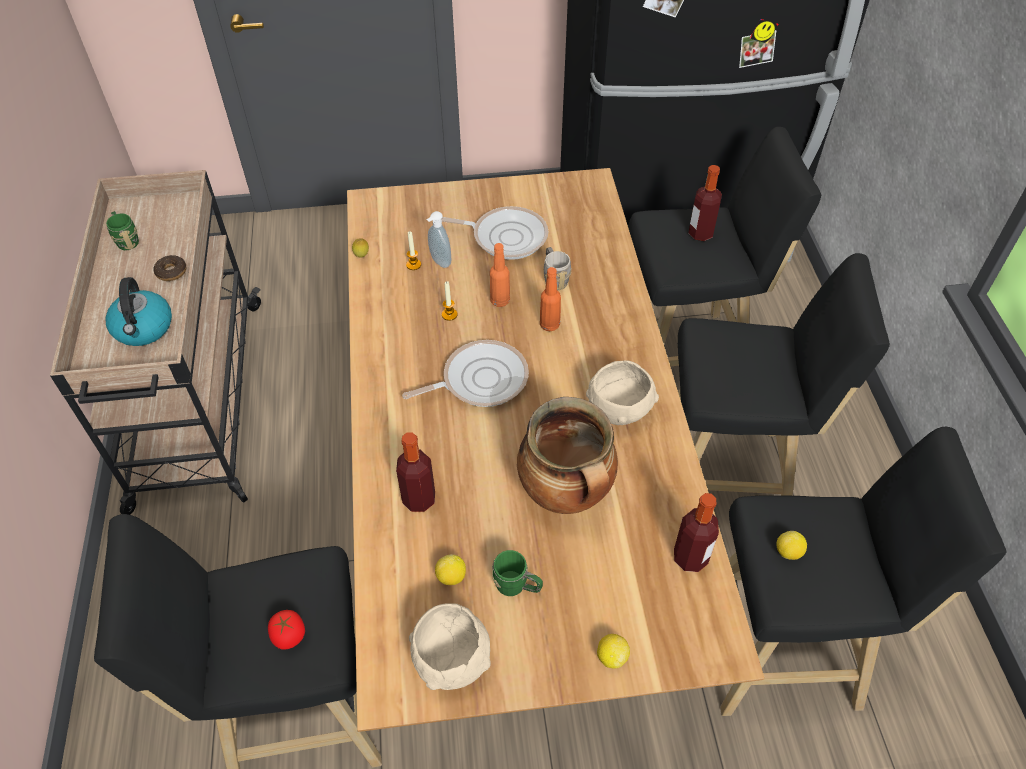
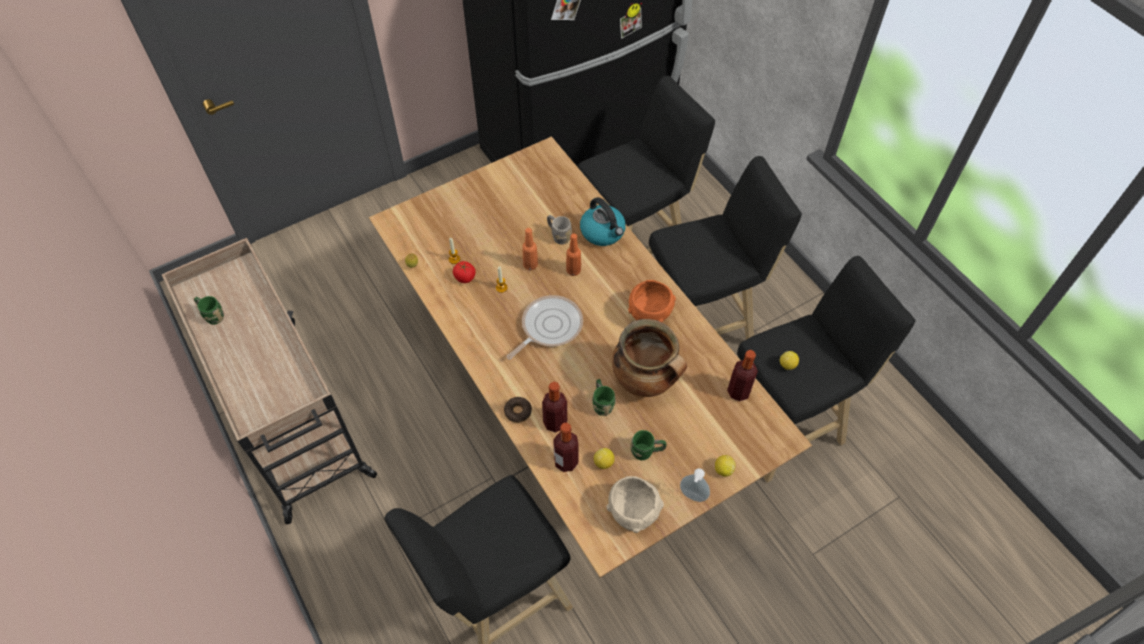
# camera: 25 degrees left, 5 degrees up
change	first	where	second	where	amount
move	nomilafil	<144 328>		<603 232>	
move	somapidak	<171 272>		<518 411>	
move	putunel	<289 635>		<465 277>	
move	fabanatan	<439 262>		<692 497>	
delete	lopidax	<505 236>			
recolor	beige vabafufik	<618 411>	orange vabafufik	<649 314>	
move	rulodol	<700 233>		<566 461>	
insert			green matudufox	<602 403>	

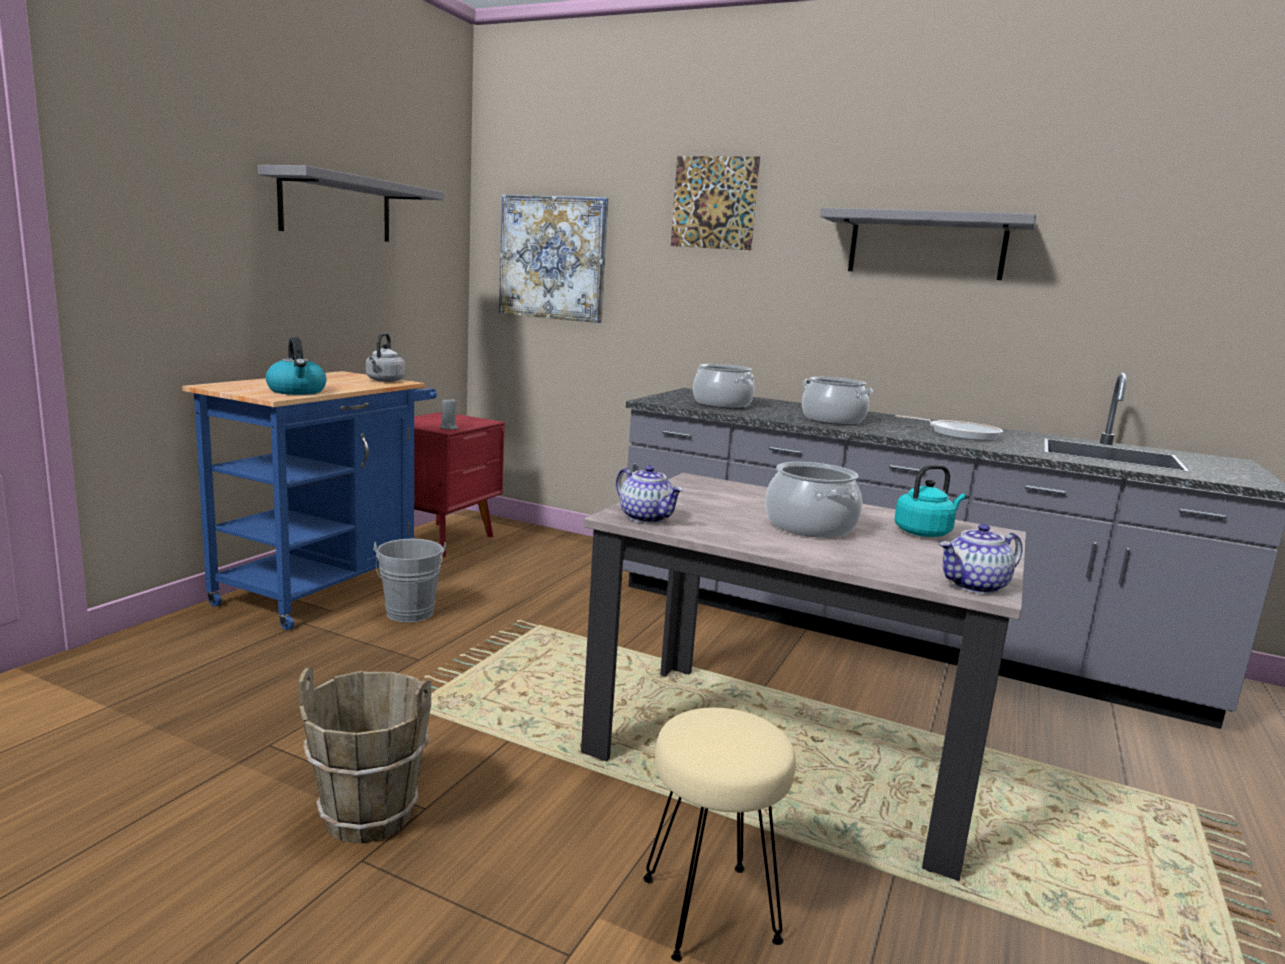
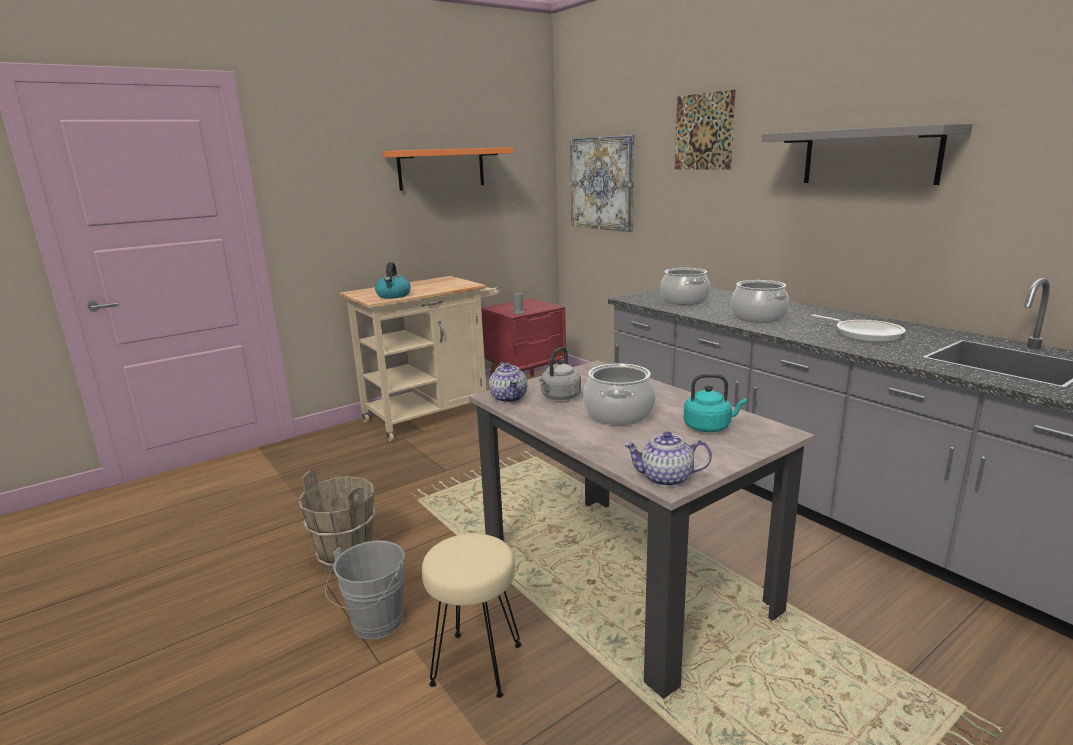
# camera: 30 degrees right, 5 degrees up
change	first	where	second	where	amount
recolor	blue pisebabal	<328 585>	beige pisebabal	<433 414>	
recolor	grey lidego	<336 208>	orange lidego	<441 168>	
move	grey nomilafil	<384 381>		<559 397>	
move	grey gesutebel	<409 615>		<375 626>	

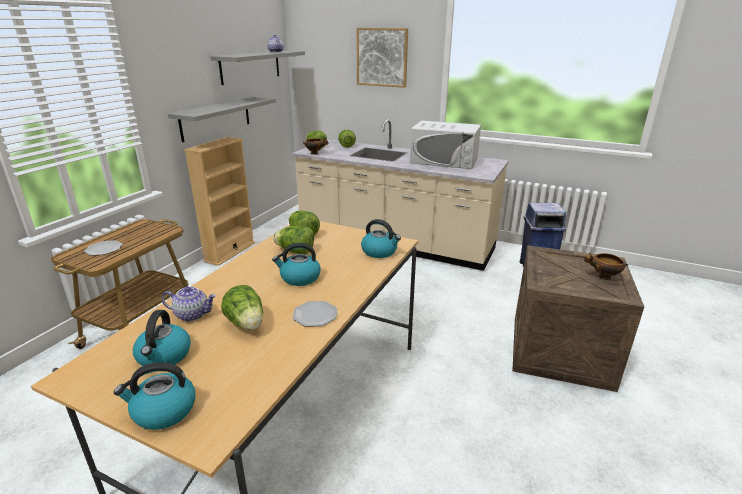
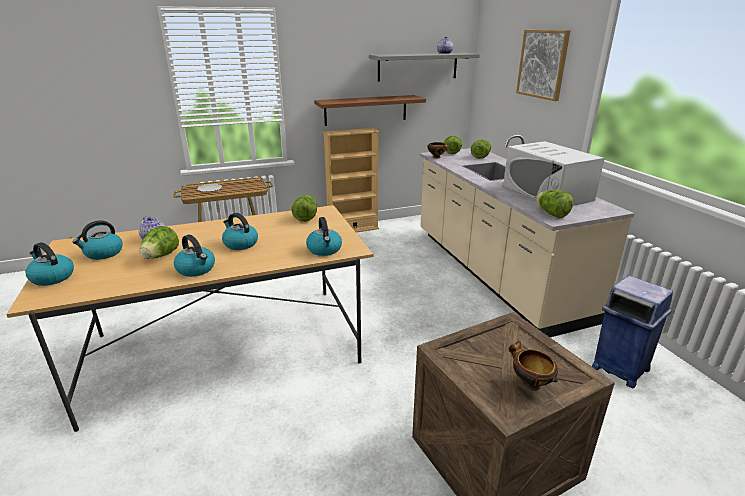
# camera: 45 degrees right, 0 degrees up
change	first	where	second	where	amount
recolor	grey lidego	<216 118>	brown lidego	<366 110>	
move	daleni	<295 252>		<551 214>	
replace	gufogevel	<315 315>	nomilafil	<196 269>	

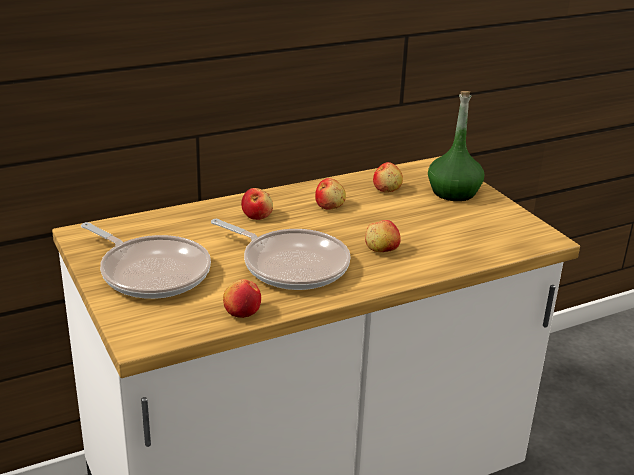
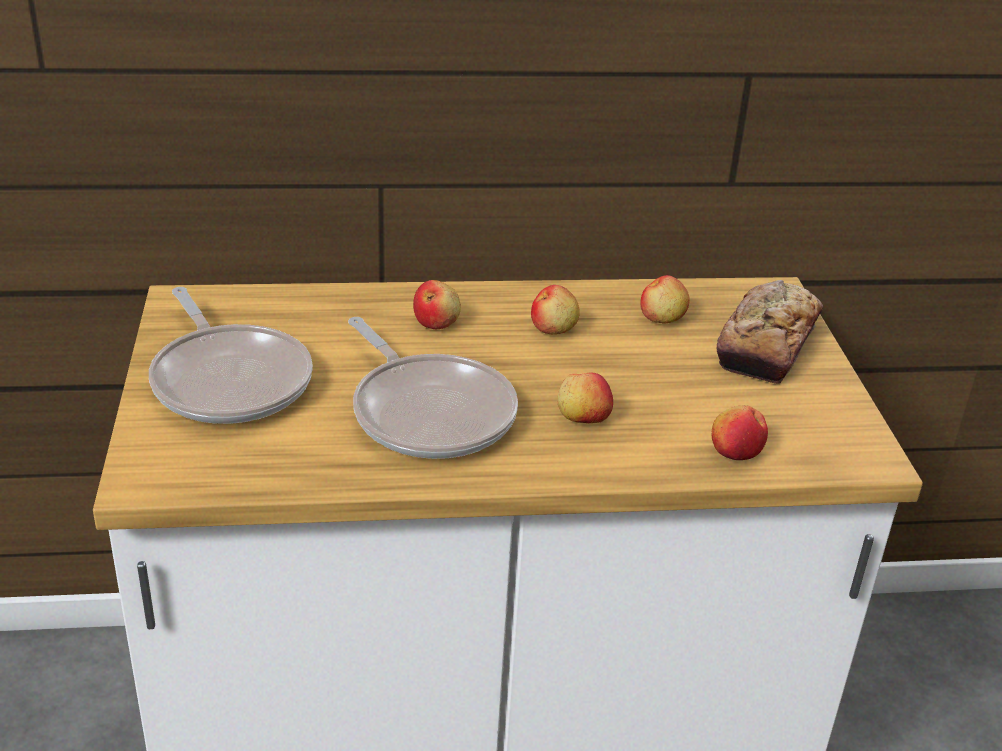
# camera: 20 degrees right, 5 degrees up
change	first	where	second	where	amount
move	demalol	<242 312>		<735 452>	
replace	green rulodol	<453 192>	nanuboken	<767 344>	

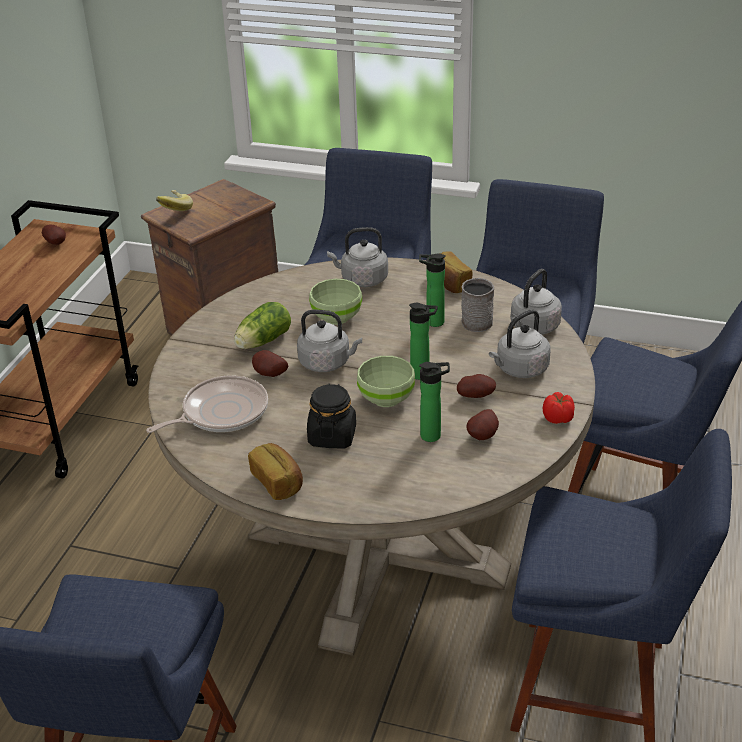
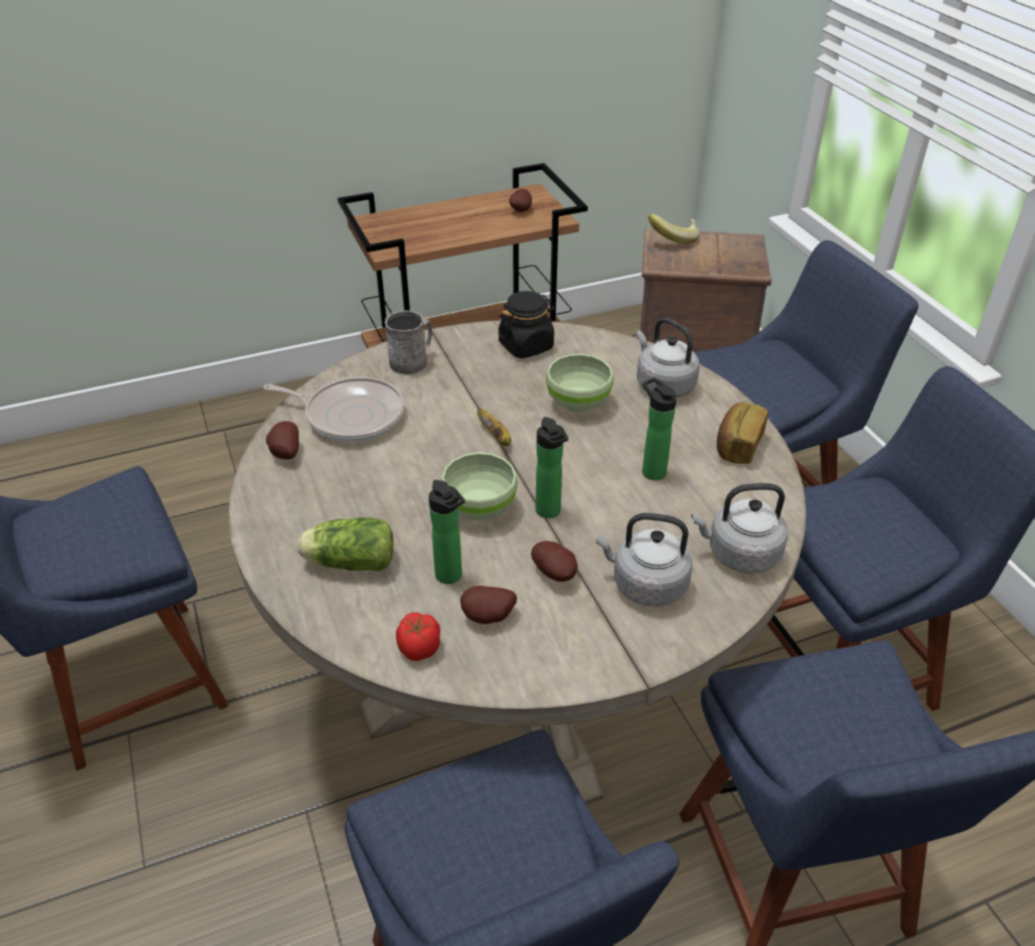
# camera: 50 degrees right, 5 degrees up
change	first	where	second	where	amount
move	daleni	<261 342>		<348 562>	
delete	nanuboken	<278 482>			
move	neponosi	<269 375>		<284 453>	
replace	grey nomilafil	<327 363>	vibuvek	<496 437>	
move	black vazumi	<332 436>		<526 346>	
move	grey matudufox	<476 320>		<412 361>	
move	putunel	<558 419>		<419 649>	

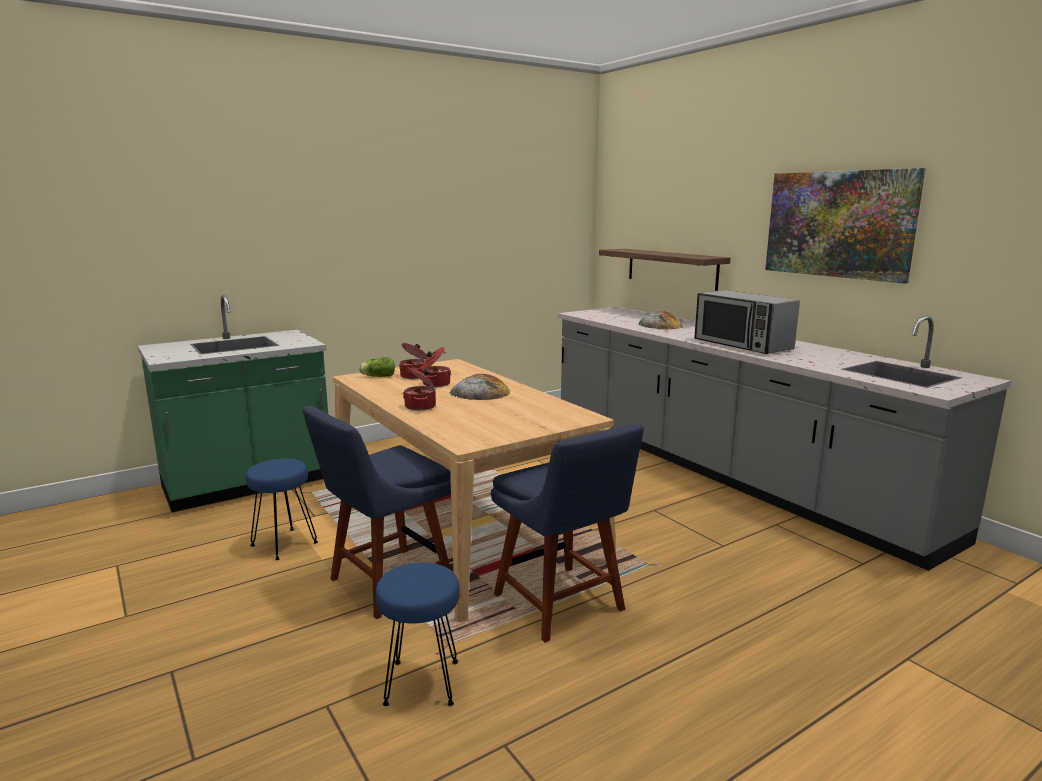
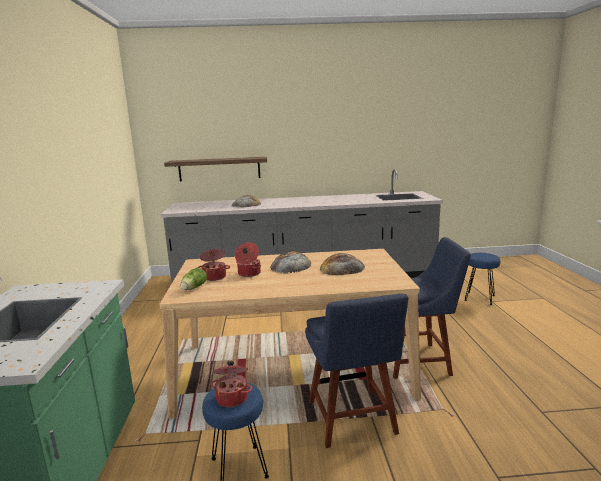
# camera: 60 degrees left, 0 degrees up
change	first	where	second	where	amount
move	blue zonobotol	<422 683>		<480 298>	
move	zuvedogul	<421 406>		<232 398>	
delete	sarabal	<742 345>			
delete	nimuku	<838 224>			
insert			nanuboken	<342 268>	

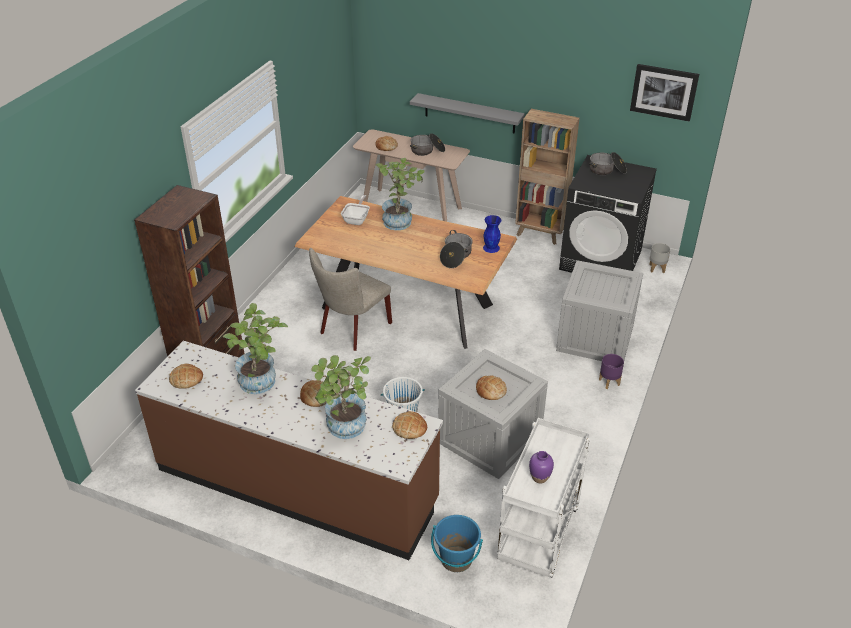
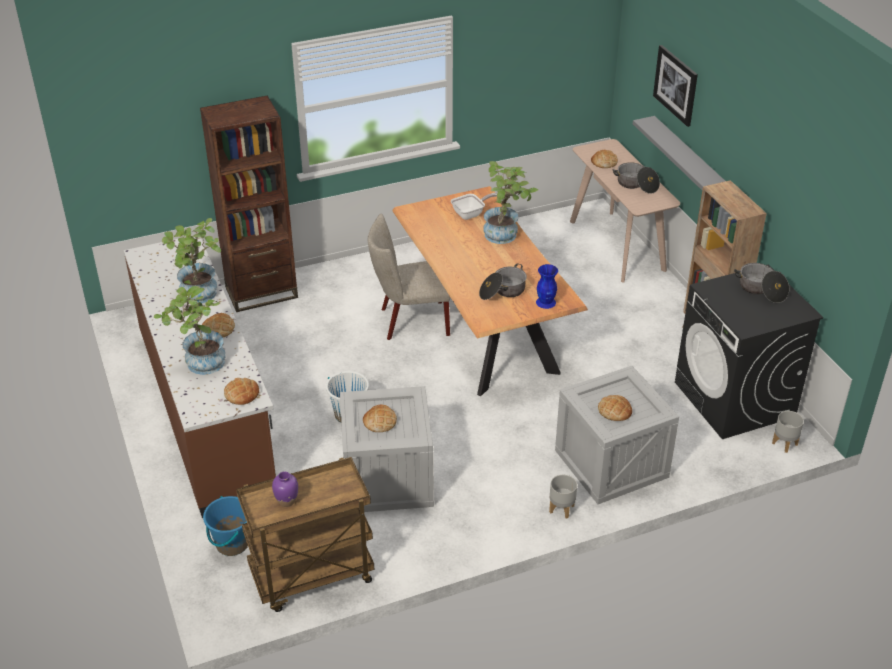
# camera: 45 degrees right, 0 degrees up
change	first	where	second	where	amount
move	nanuboken	<186 378>		<615 411>	
recolor	white pisebabal	<539 537>	brown pisebabal	<311 577>	
recolor	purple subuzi	<609 382>	grey subuzi	<561 508>	
move	nimuku	<664 92>		<676 85>	

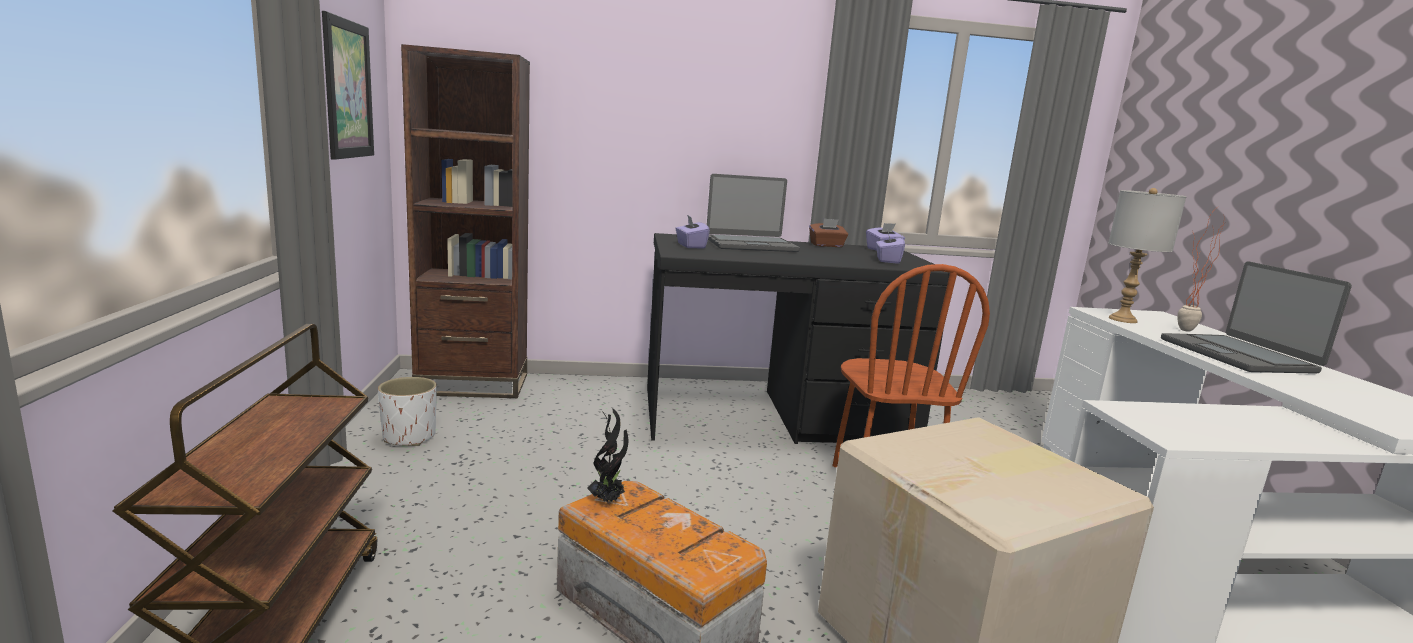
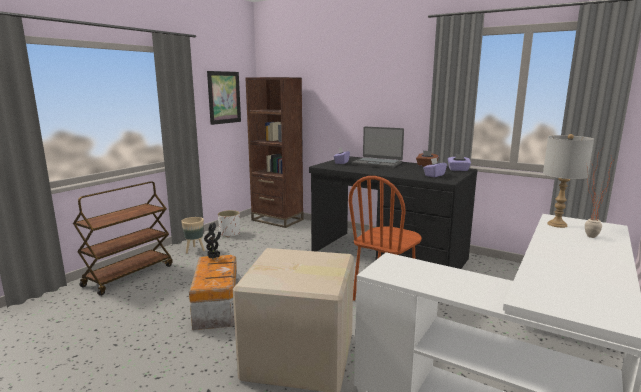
# camera: 40 degrees right, 0 degrees up
change	first	where	second	where	amount
delete	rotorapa	<1237 355>			
insert			beige subuzi	<195 250>	

